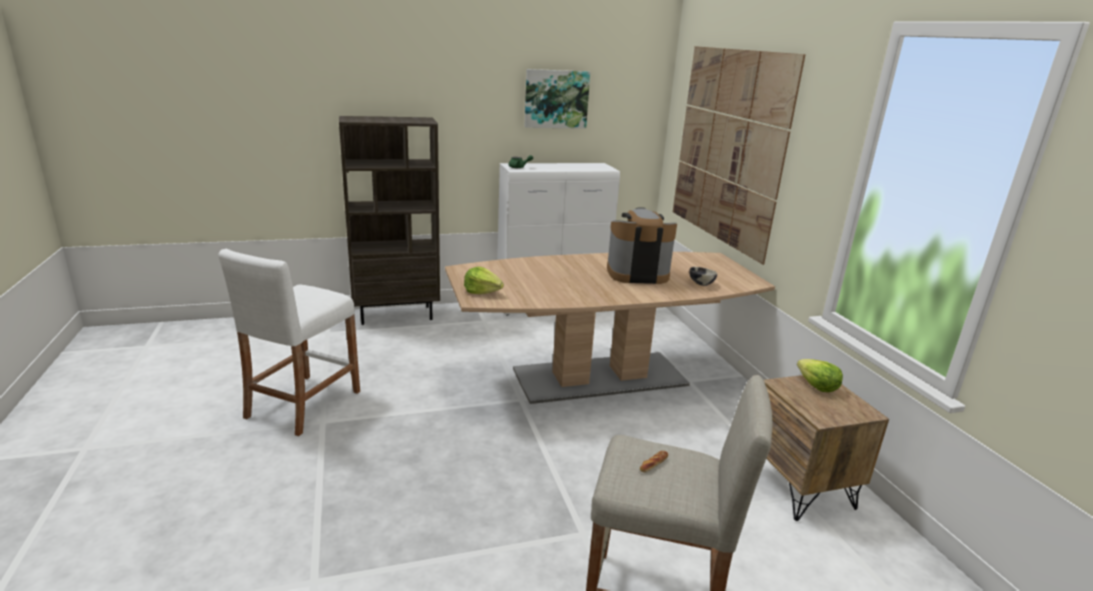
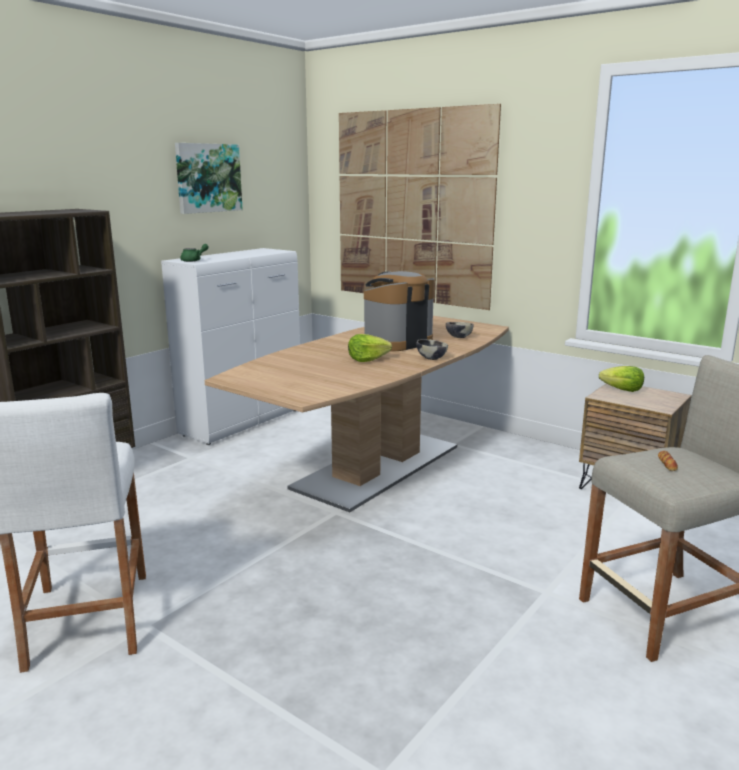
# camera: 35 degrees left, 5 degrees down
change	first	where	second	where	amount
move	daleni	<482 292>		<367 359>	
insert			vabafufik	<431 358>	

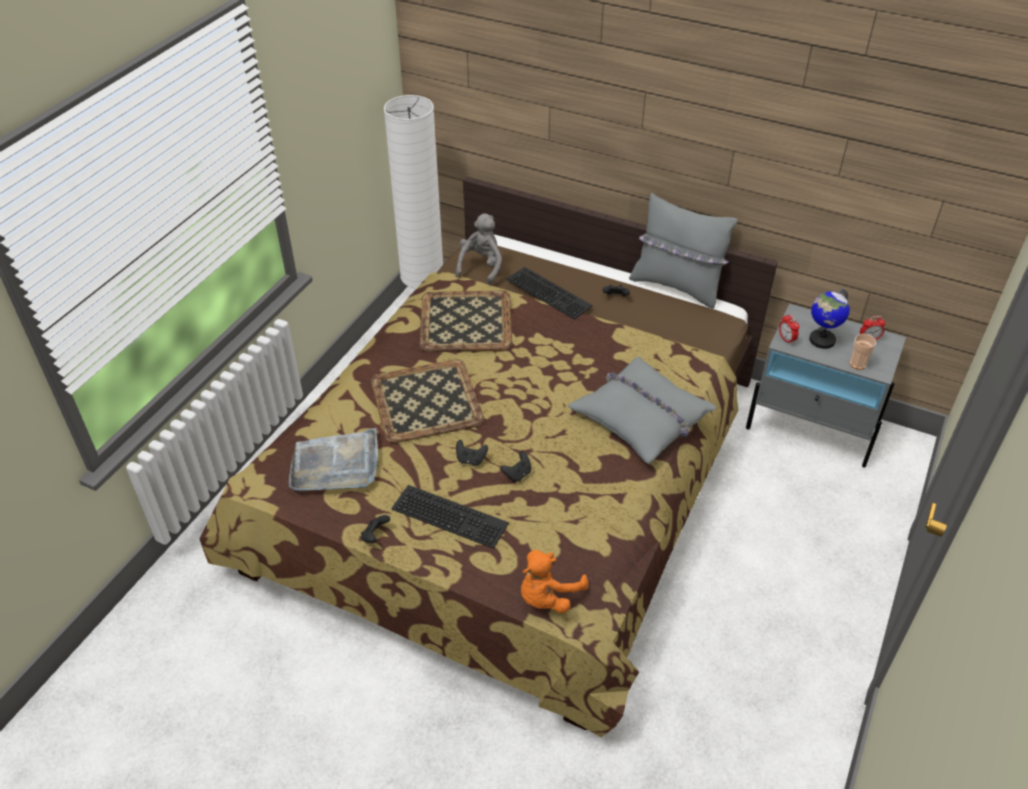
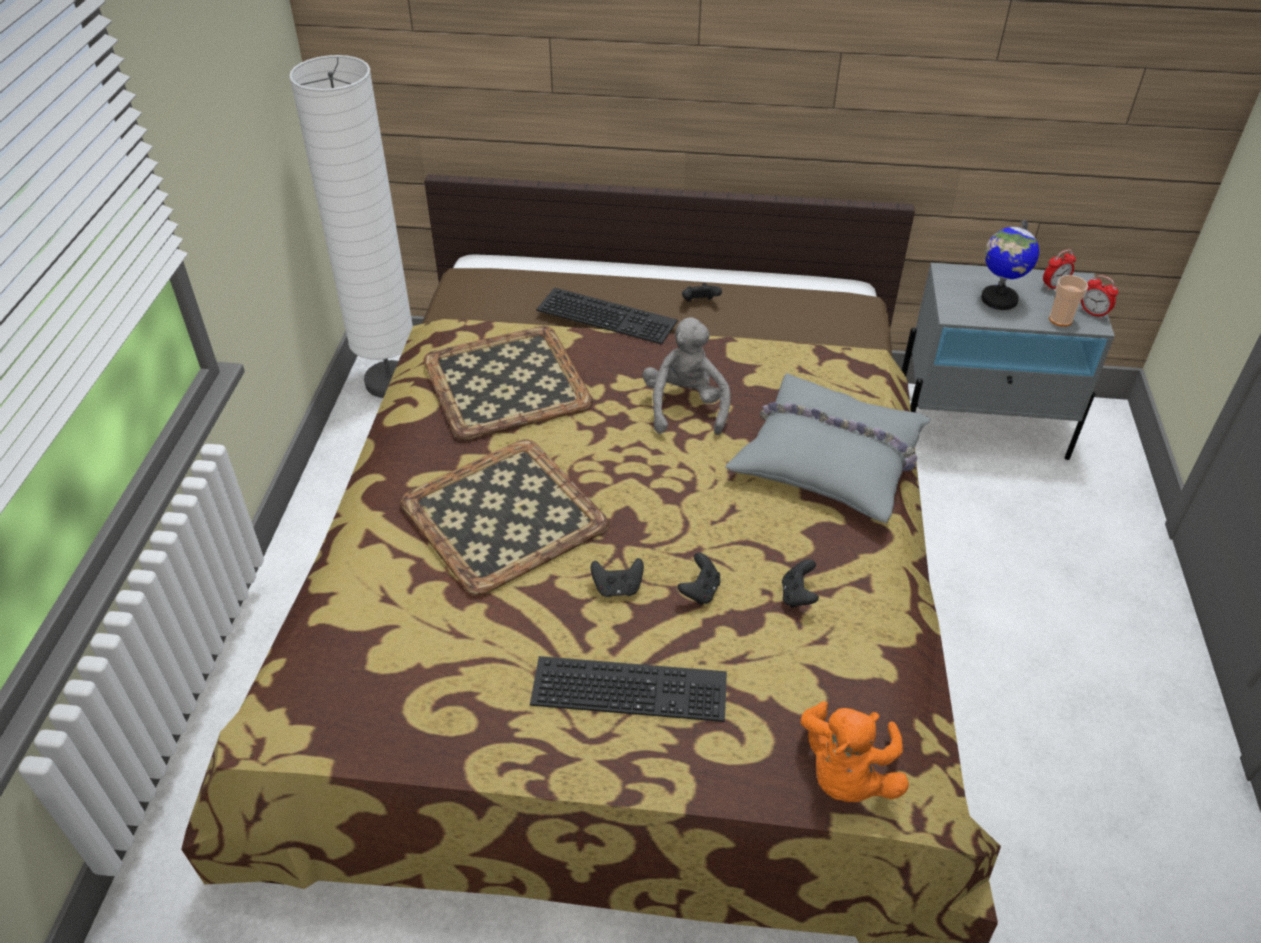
# camera: 20 degrees left, 0 degrees up
change	first	where	second	where	amount
delete	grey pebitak	<336 465>			
move	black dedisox	<375 536>		<797 595>	
move	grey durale	<481 266>		<685 407>	
delete	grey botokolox	<677 286>			
move	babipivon	<786 339>		<1093 313>	

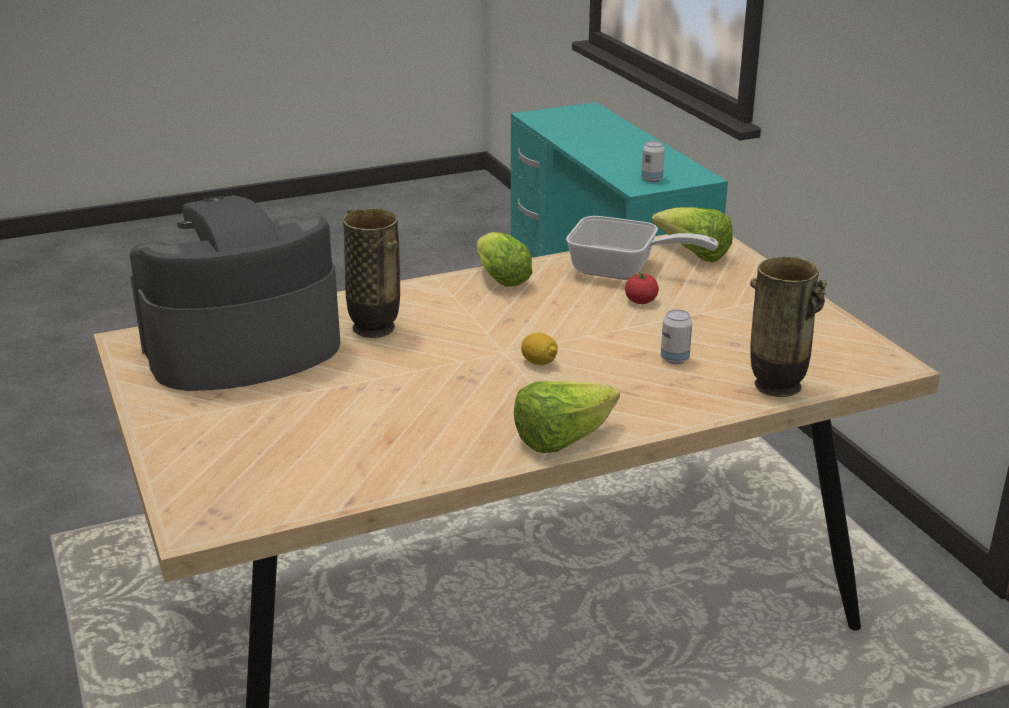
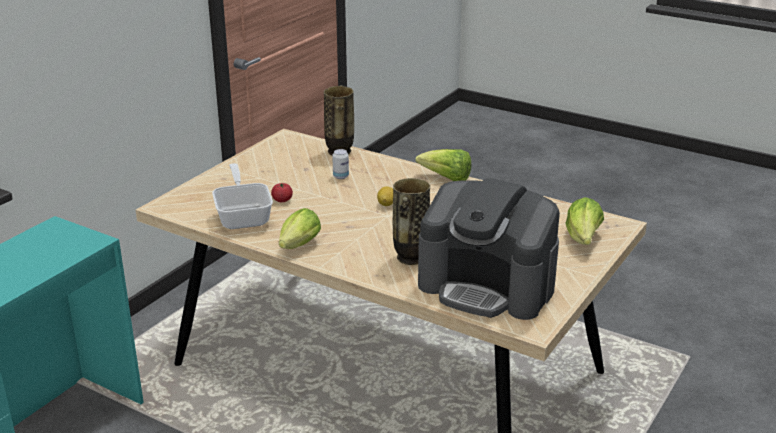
# camera: 125 degrees left, 0 degrees up
change	first	where	second	where	amount
delete	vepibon	<651 179>			
move	daleni	<693 254>		<583 239>	

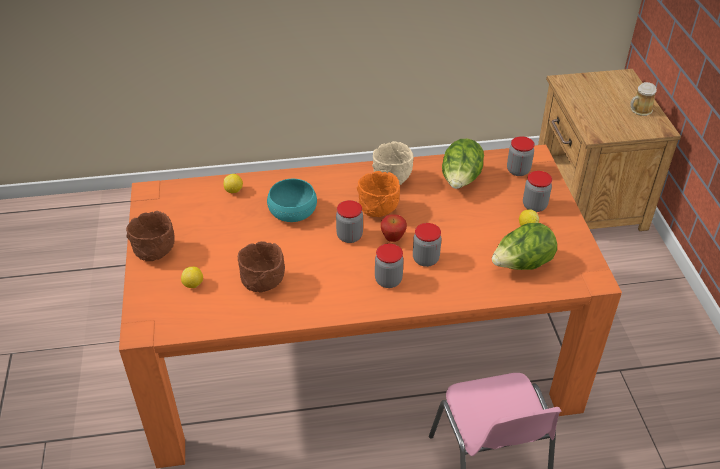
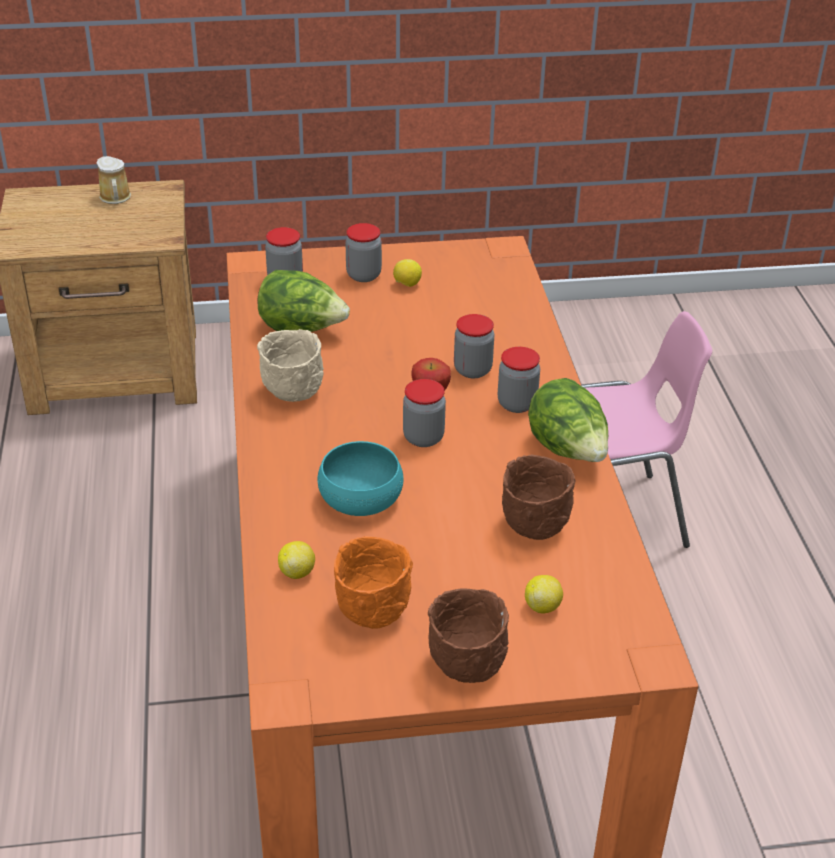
# camera: 90 degrees left, 5 degrees down
change	first	where	second	where	amount
move	orange vabafufik	<378 211>		<374 611>	
move	daleni	<522 265>		<568 450>	

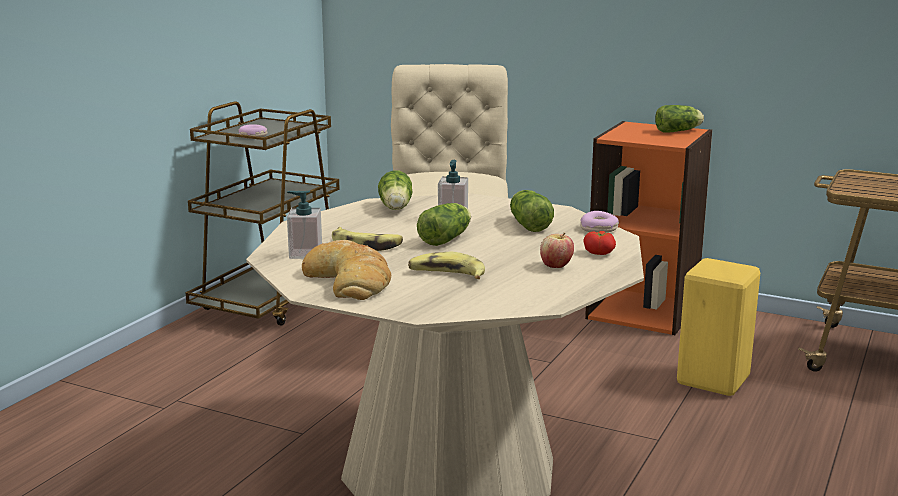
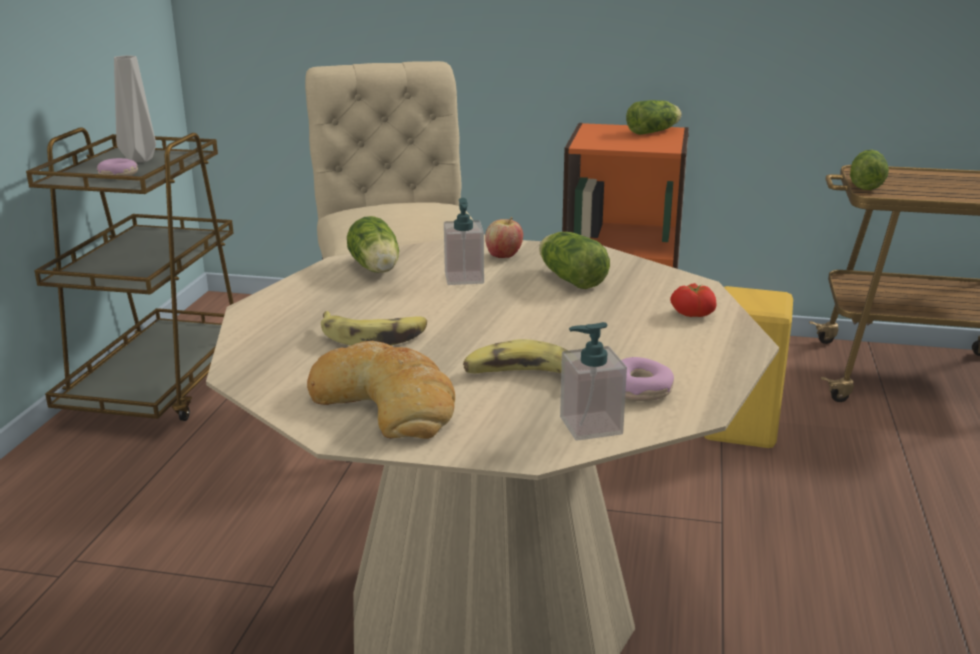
# camera: 15 degrees left, 5 degrees up
change	first	where	second	where	amount
move	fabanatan	<305 254>		<590 426>	
move	daleni	<447 239>		<866 184>	
move	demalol	<556 266>		<503 256>	
move	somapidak	<599 229>		<640 390>	
insert			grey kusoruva	<140 159>	

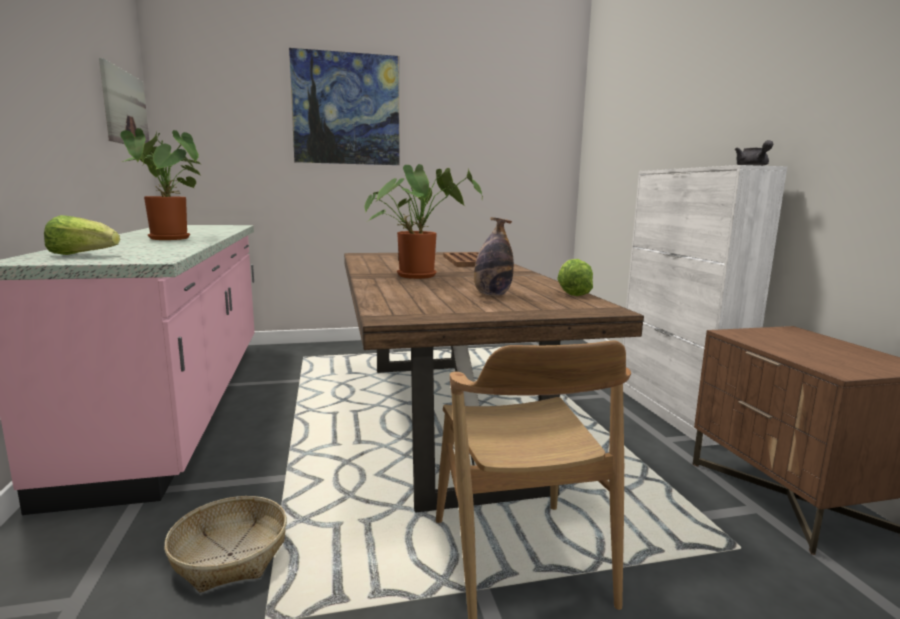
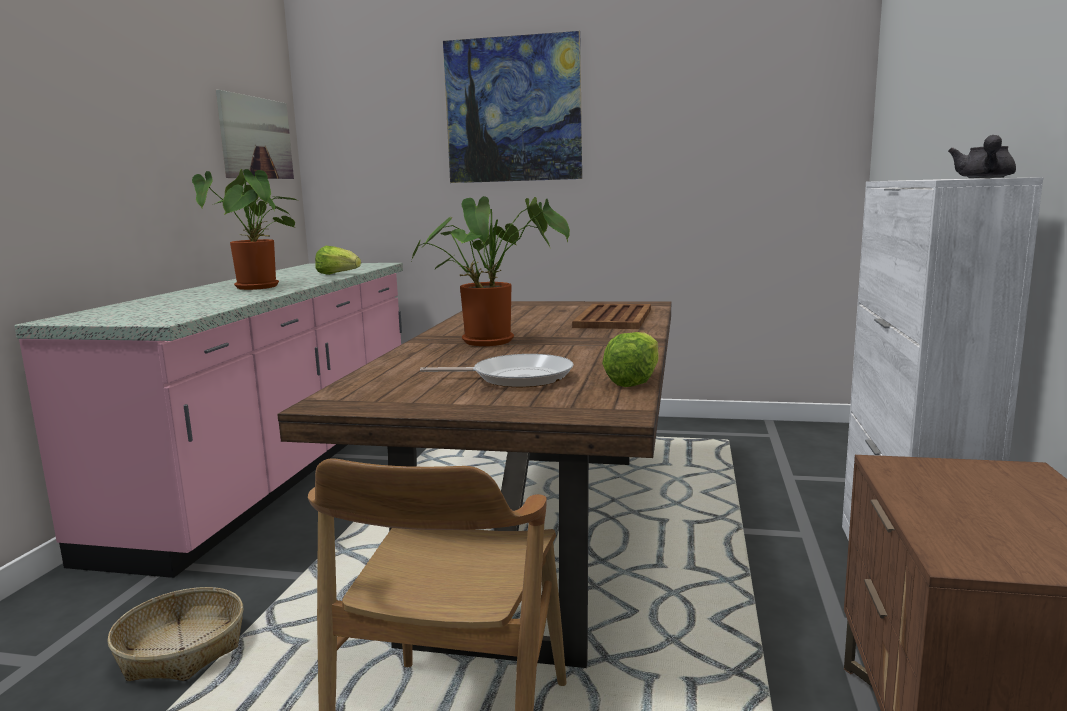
# camera: 25 degrees right, 0 degrees up
change	first	where	second	where	amount
move	daleni	<82 255>		<338 274>	
replace	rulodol	<492 295>	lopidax	<516 377>	

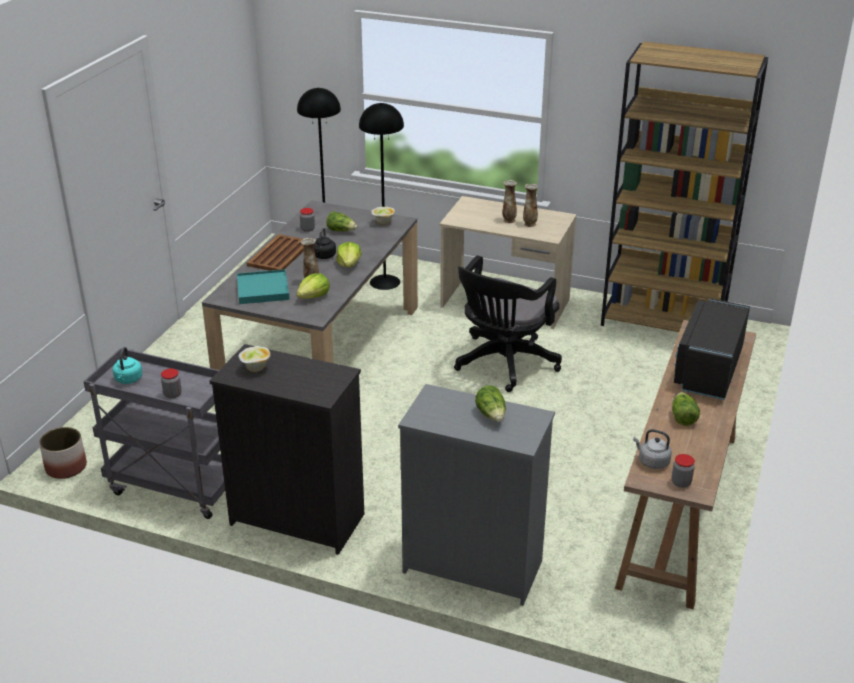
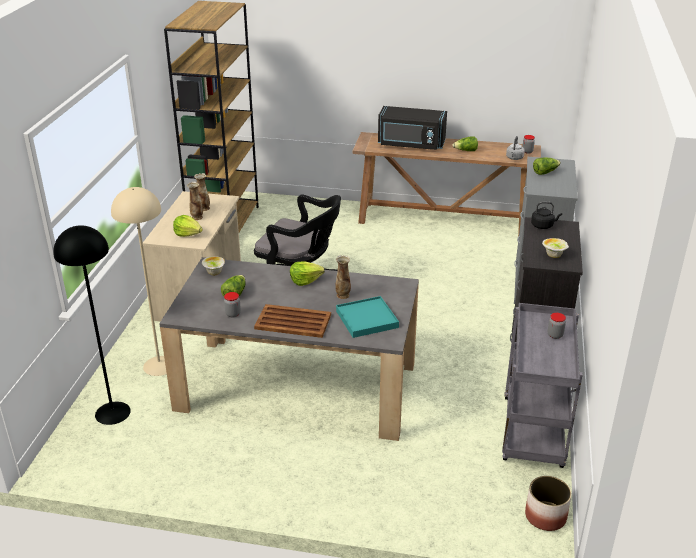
# camera: 100 degrees left, 0 degrees up
change	first	where	second	where	amount
delete	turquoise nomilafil	<128 380>			
move	daleni	<314 296>		<188 234>	
move	black nomilafil	<324 256>		<543 226>	
recolor	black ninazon	<384 282>	beige ninazon	<159 365>	

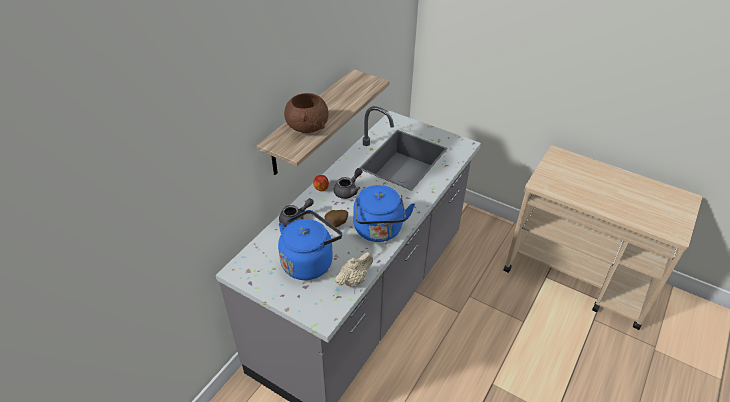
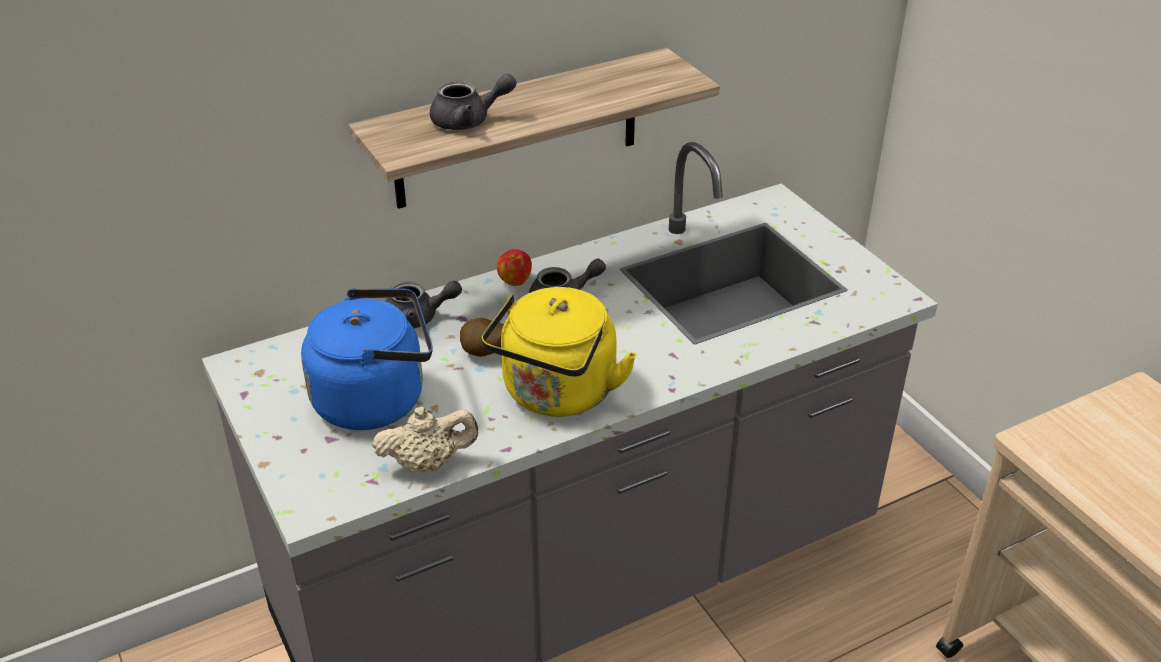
# camera: 30 degrees right, 5 degrees down
change	first	where	second	where	amount
replace	brown vabafufik	<307 127>	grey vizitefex	<469 120>	
recolor	blue nomilafil	<379 231>	yellow nomilafil	<557 395>	

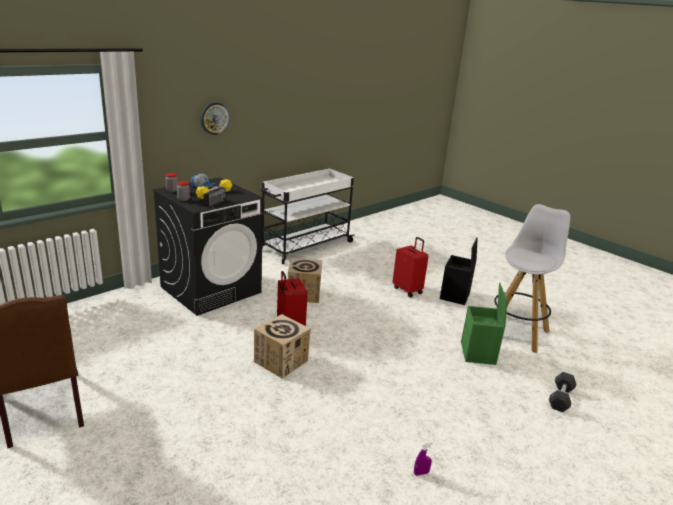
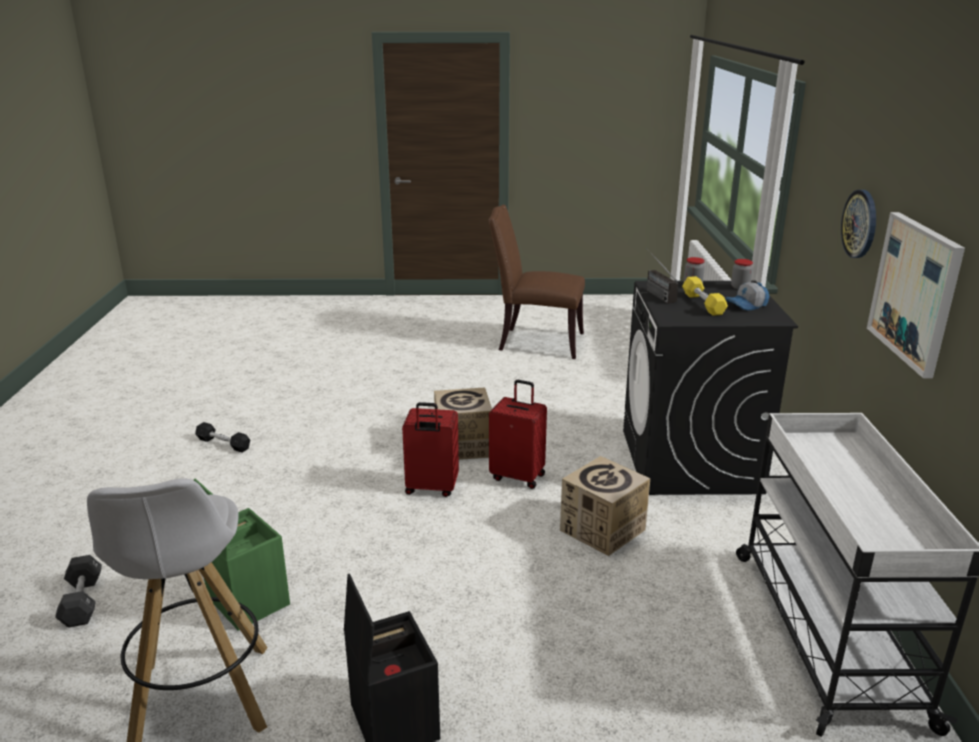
# camera: 135 degrees right, 0 degrees up
change	first	where	second	where	amount
move	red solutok	<408 290>		<431 488>	
replace	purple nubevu	<421 473>	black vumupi	<223 444>	
insert			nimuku	<915 292>	

